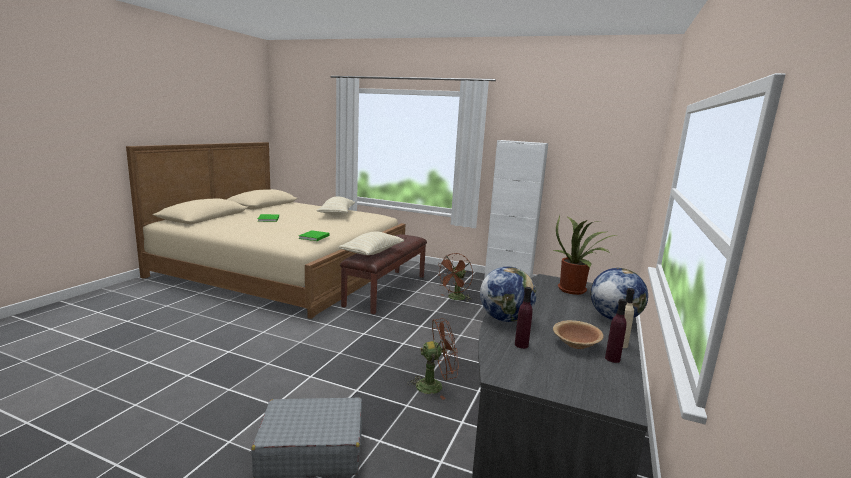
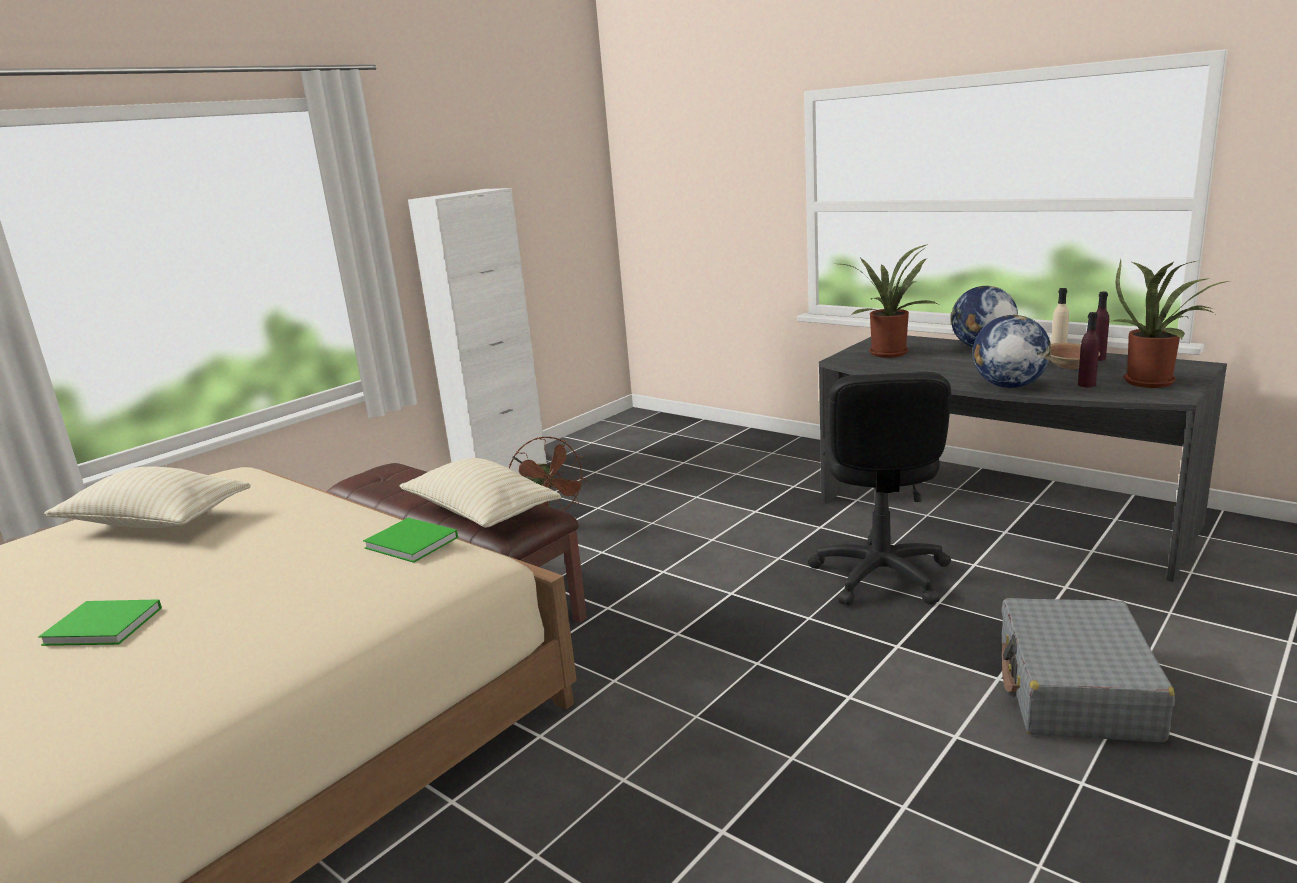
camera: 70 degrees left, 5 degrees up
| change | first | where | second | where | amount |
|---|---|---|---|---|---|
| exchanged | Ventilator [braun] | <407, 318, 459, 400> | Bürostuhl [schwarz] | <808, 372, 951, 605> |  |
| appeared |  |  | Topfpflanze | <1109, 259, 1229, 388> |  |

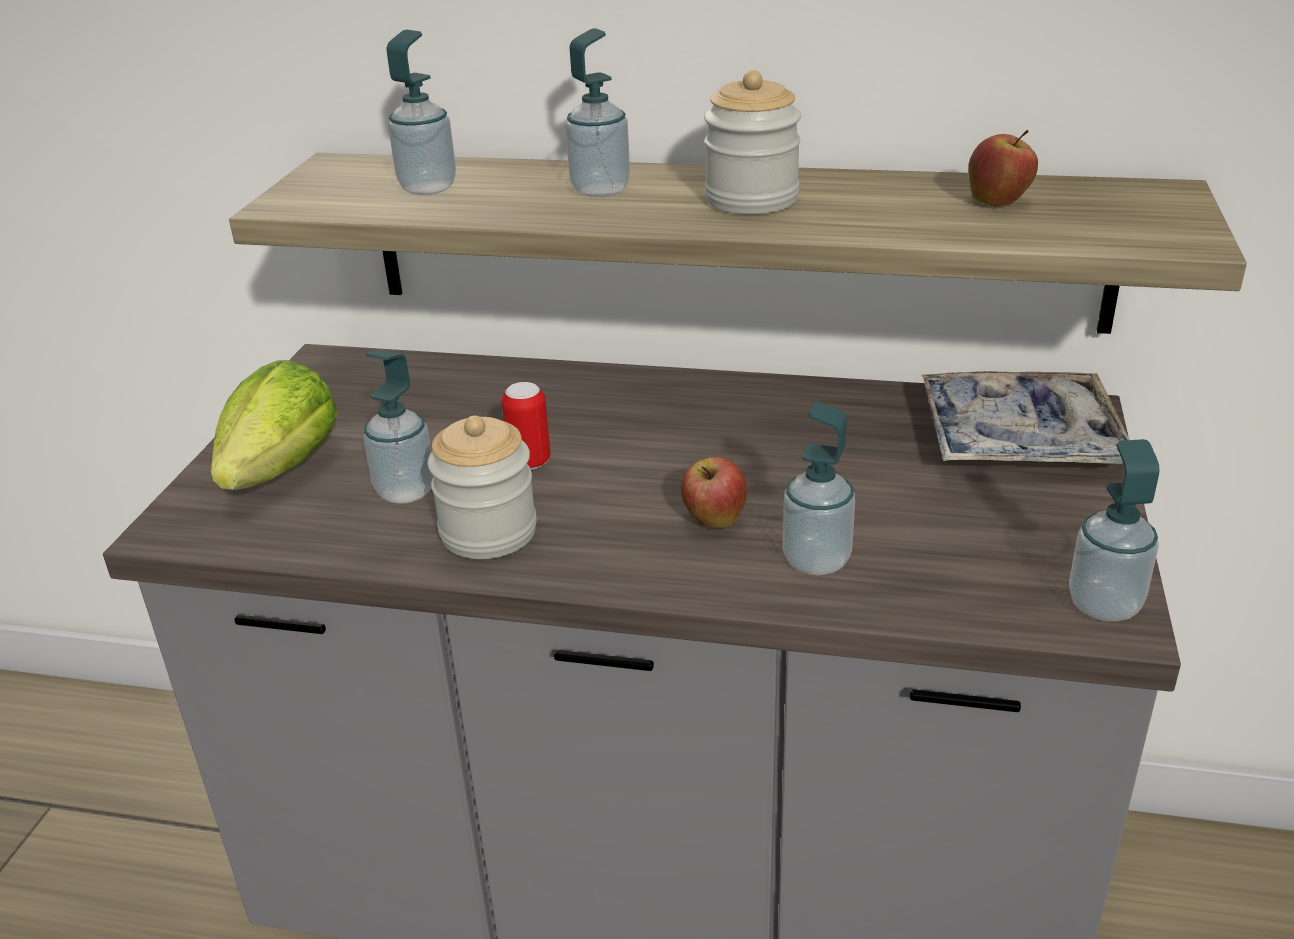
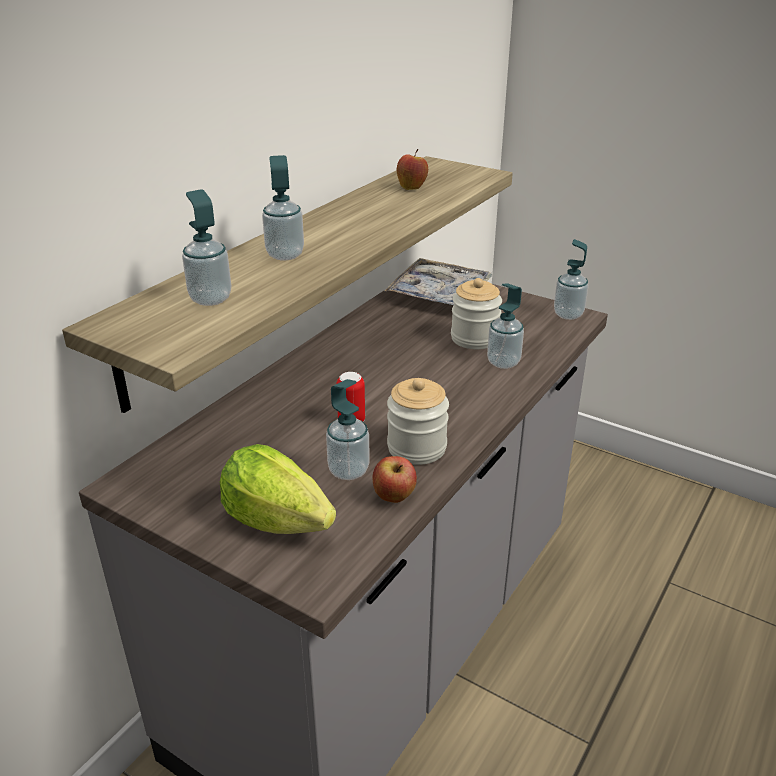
camera: 70 degrees left, 0 degrees up
| change | first | where | second | where | amount |
|---|---|---|---|---|---|
| relocated | Apfel | <681, 457, 747, 528> |  | <373, 456, 417, 503> |  |
| relocated | Vorratsglas | <704, 70, 801, 214> |  | <451, 278, 502, 349> |  |

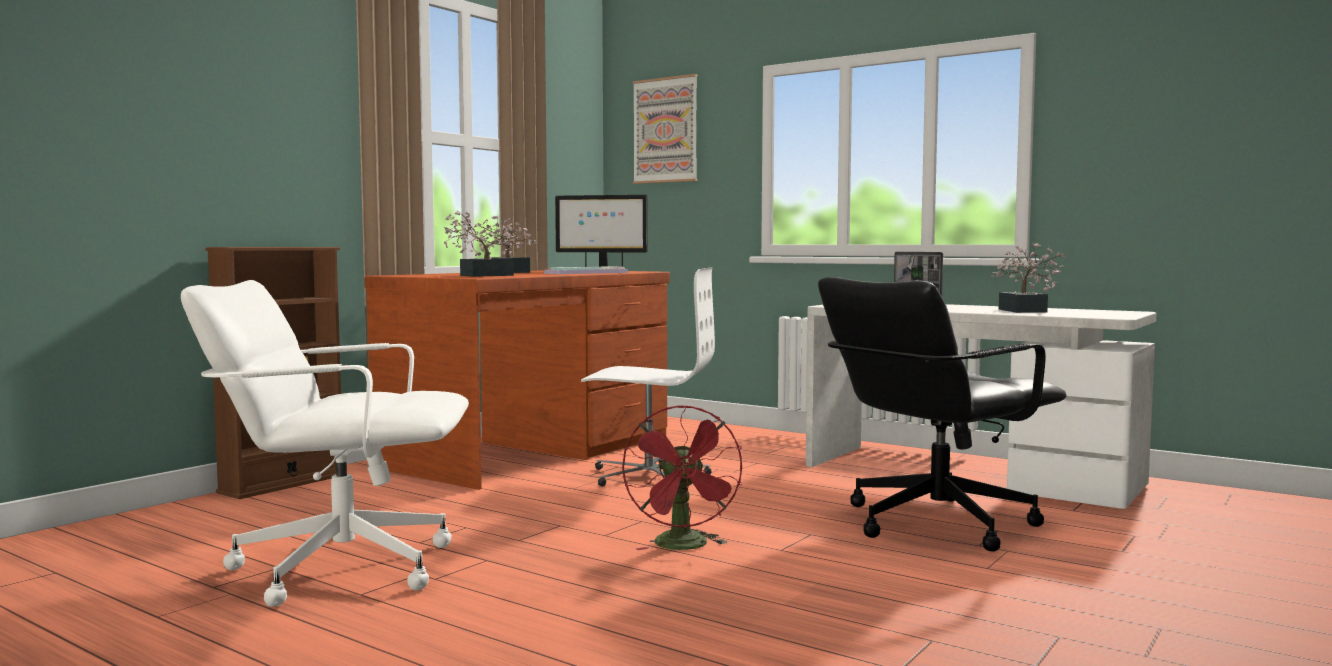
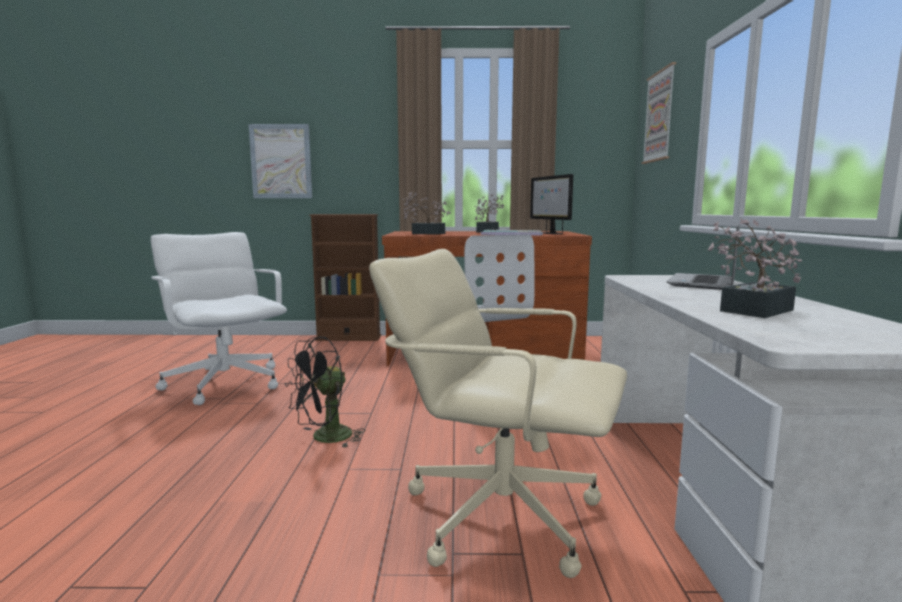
camera: 55 degrees right, 5 degrees up
| change | first | where | second | where | amount |
|---|---|---|---|---|---|
| appeared |  |  | Bild | <249, 124, 312, 198> |  |
| colour | Ventilator [rot] | <622, 405, 742, 550> | Ventilator [schwarz] | <285, 337, 365, 447> |  |
| colour | Bürostuhl [schwarz] | <818, 277, 1067, 552> | Bürostuhl [beige] | <369, 249, 627, 578> |  |

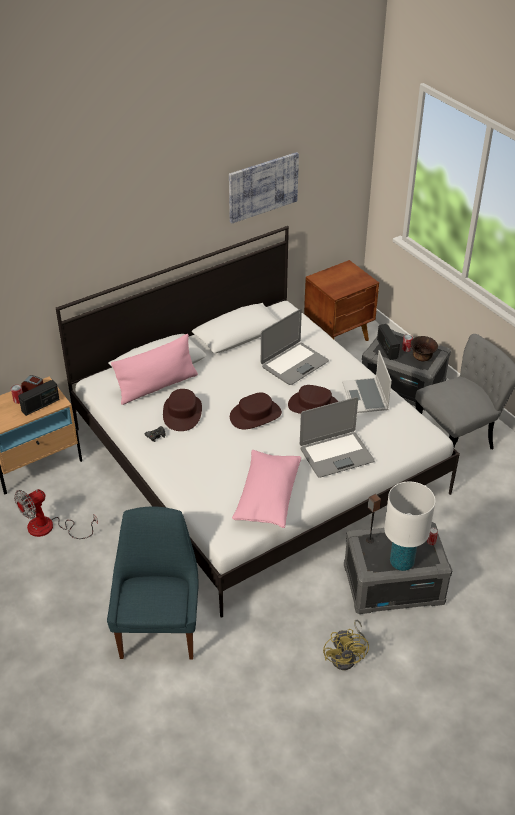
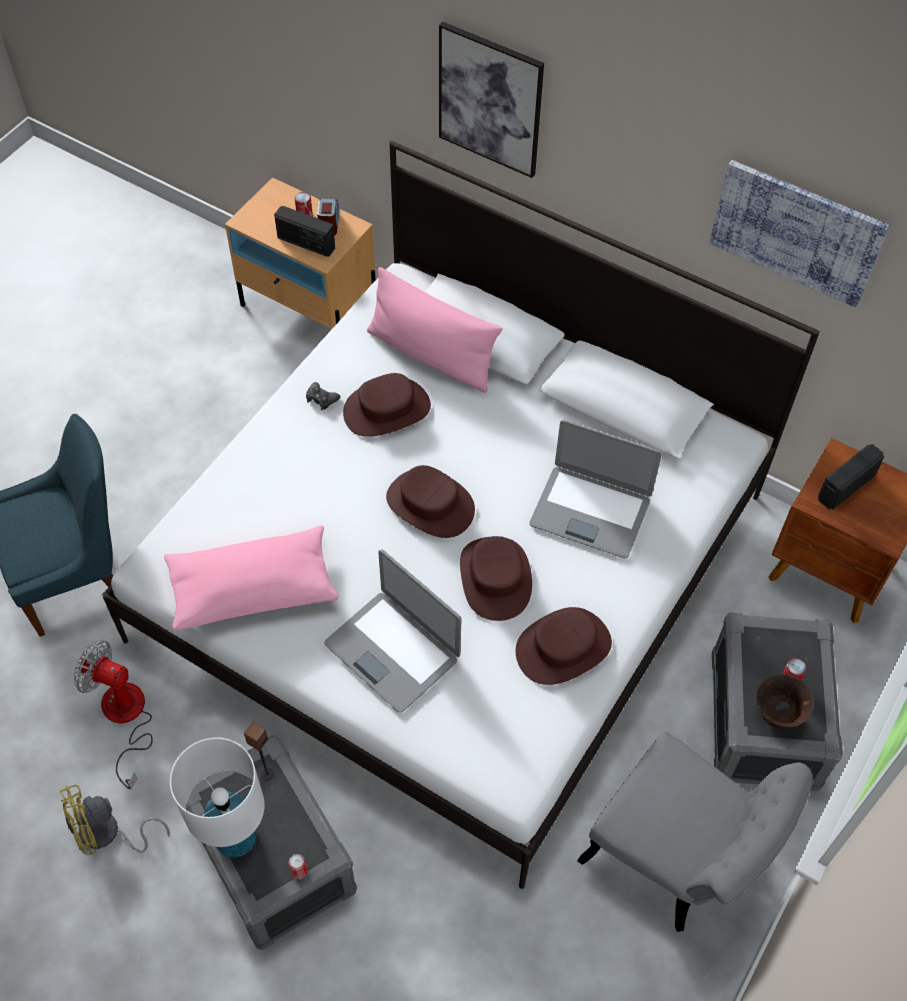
camera: 65 degrees right, 15 degrees up
| change | first | where | second | where | amount |
|---|---|---|---|---|---|
| relocated | Ventilator | <14, 489, 98, 539> |  | <74, 640, 153, 790> |  |
| appeared |  |  | Bild | <439, 21, 544, 178> |  |
| exchanged | Laptop | <342, 350, 392, 413> | Hut [braun] | <516, 607, 612, 685> |  |
| relocated | Radio | <377, 324, 400, 360> |  | <818, 444, 884, 509> |  |

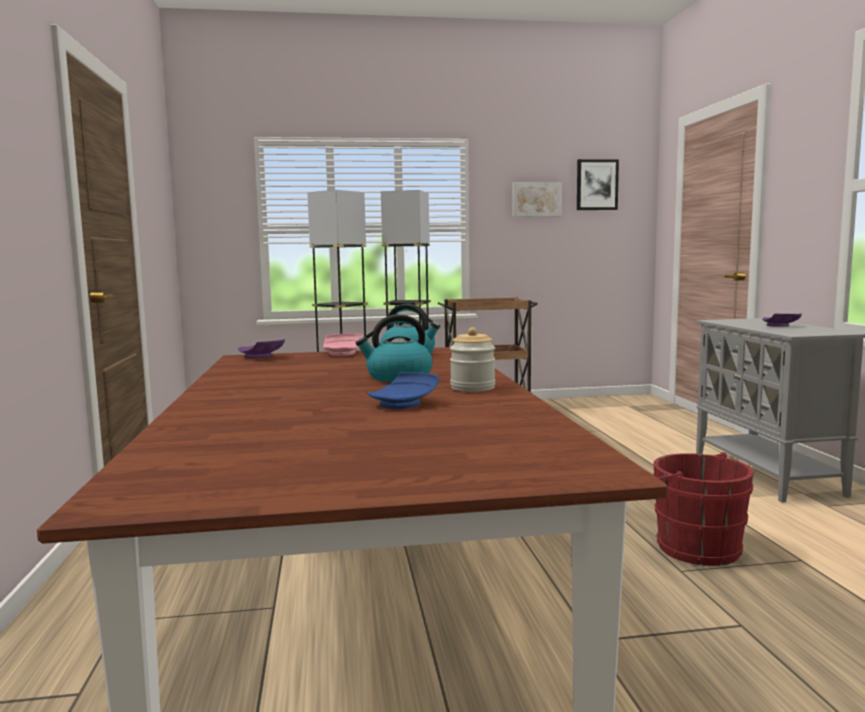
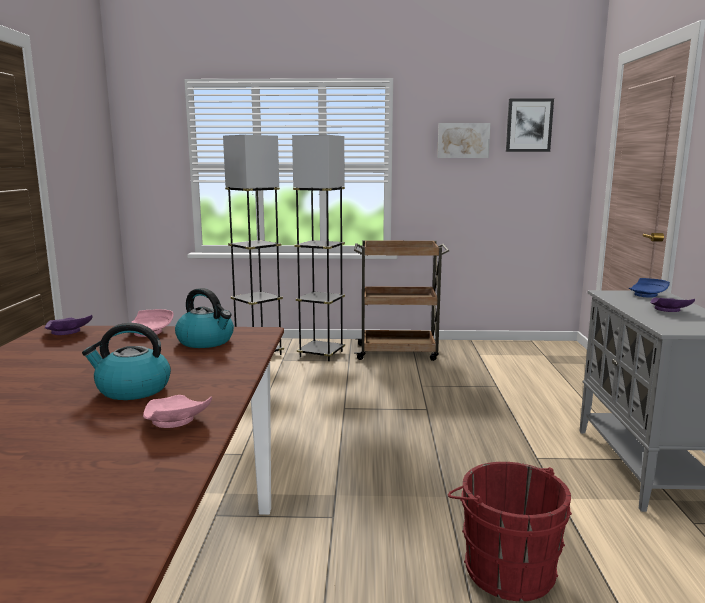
camera: 10 degrees right, 5 degrees up
| change | first | where | second | where | amount |
|---|---|---|---|---|---|
| exchanged | Vorratsglas | <450, 327, 495, 392> | Teller [rosa] | <143, 395, 212, 428> |  |
| relocated | Teller [blau] | <367, 372, 439, 409> |  | <629, 278, 670, 298> |  |

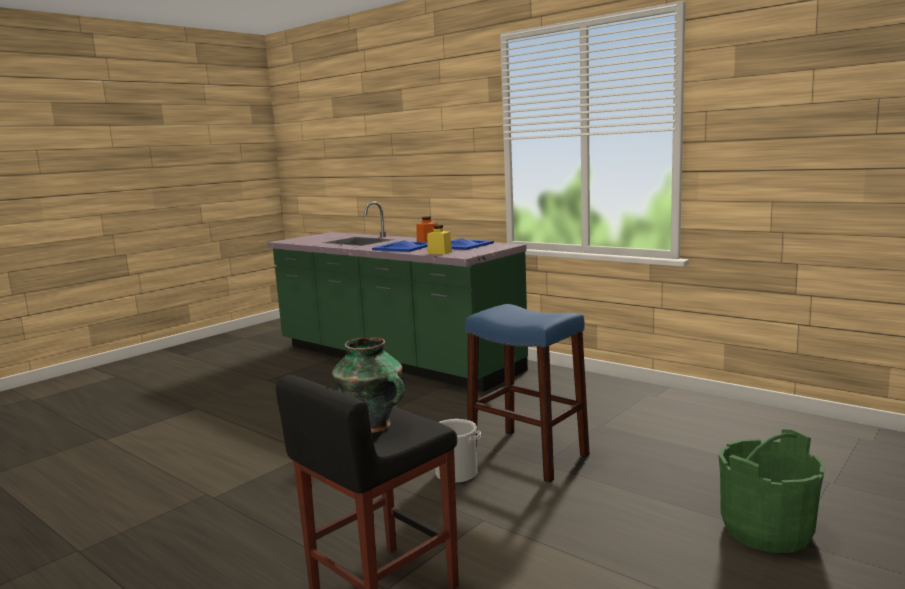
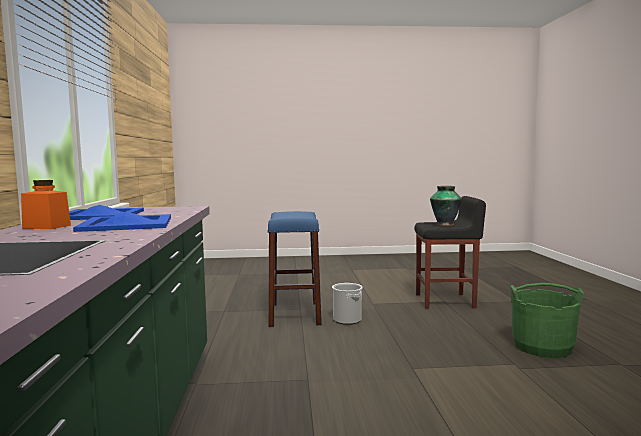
camera: 135 degrees left, 5 degrees down
| change | first | where | second | where | amount |
|---|---|---|---|---|---|
| relocated | Eimer [grün] | <719, 429, 825, 553> |  | <510, 283, 584, 358> |  |
| missing | Vorratsglas [gelb] | <427, 225, 452, 254> |  |  |  |

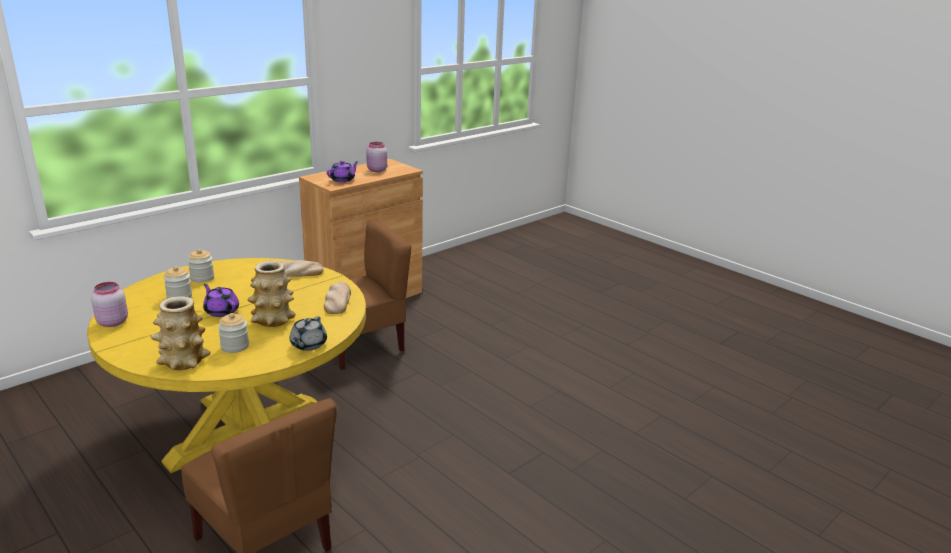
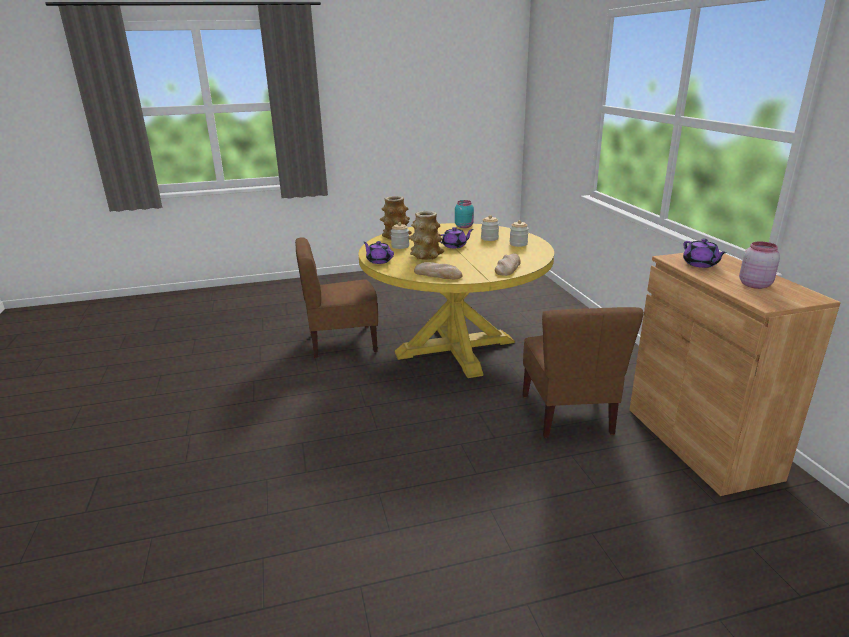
camera: 120 degrees right, 0 degrees up
| change | first | where | second | where | amount |
|---|---|---|---|---|---|
| colour | Teekanne [grau] | <290, 316, 327, 351> | Teekanne [lila] | <363, 241, 394, 264> |  |
| colour | Vorratsglas [rosa] | <91, 282, 128, 327> | Vorratsglas [türkis] | <455, 200, 474, 228> |  |

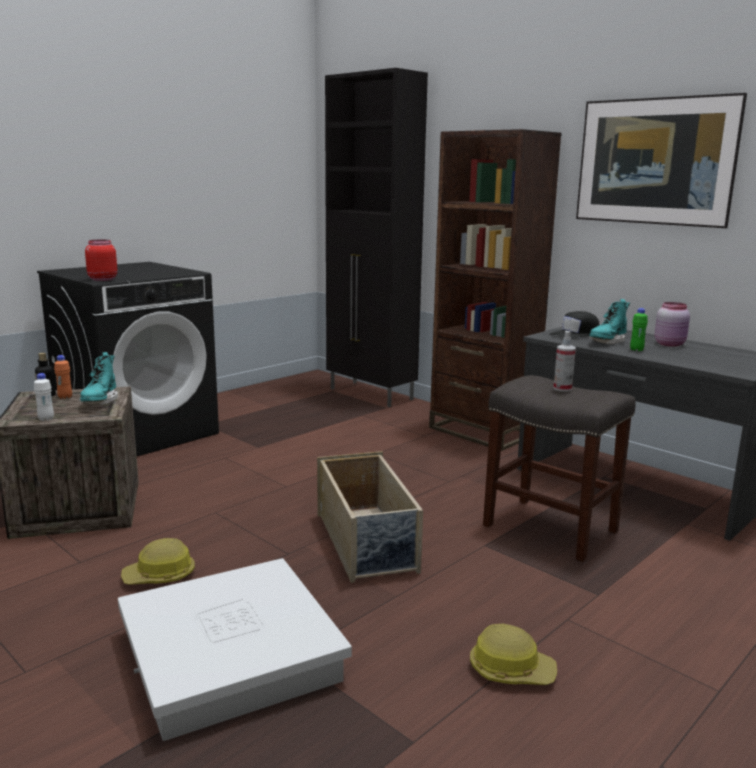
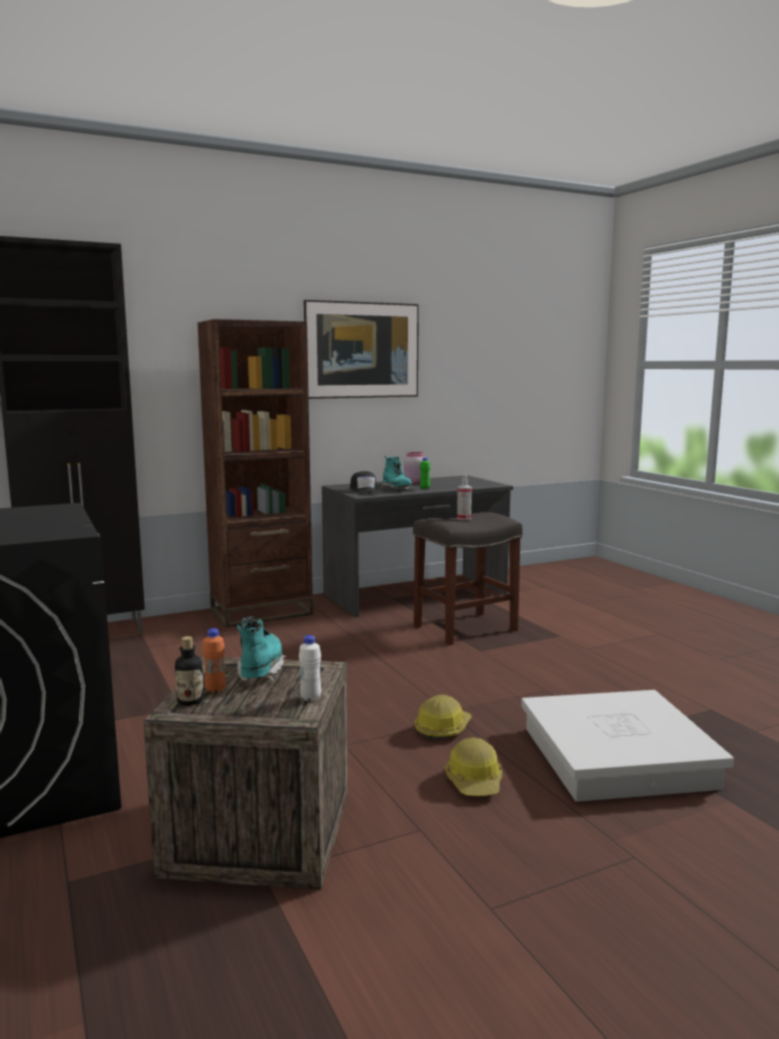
camera: 70 degrees left, 5 degrees down
| change | first | where | second | where | amount |
|---|---|---|---|---|---|
| spun | Stiefel [türkis] | <78, 352, 118, 405> |  | <237, 617, 286, 681> | 105 degrees counterclockwise |
| relocated | Schutzhelm | <470, 624, 557, 685> |  | <415, 695, 472, 740> |  |
| missing | Vorratsglas [rot] | <85, 240, 118, 281> |  |  |  |
| missing | Aufbewahrungsbox [beige] | <317, 451, 423, 583> |  |  |  |

